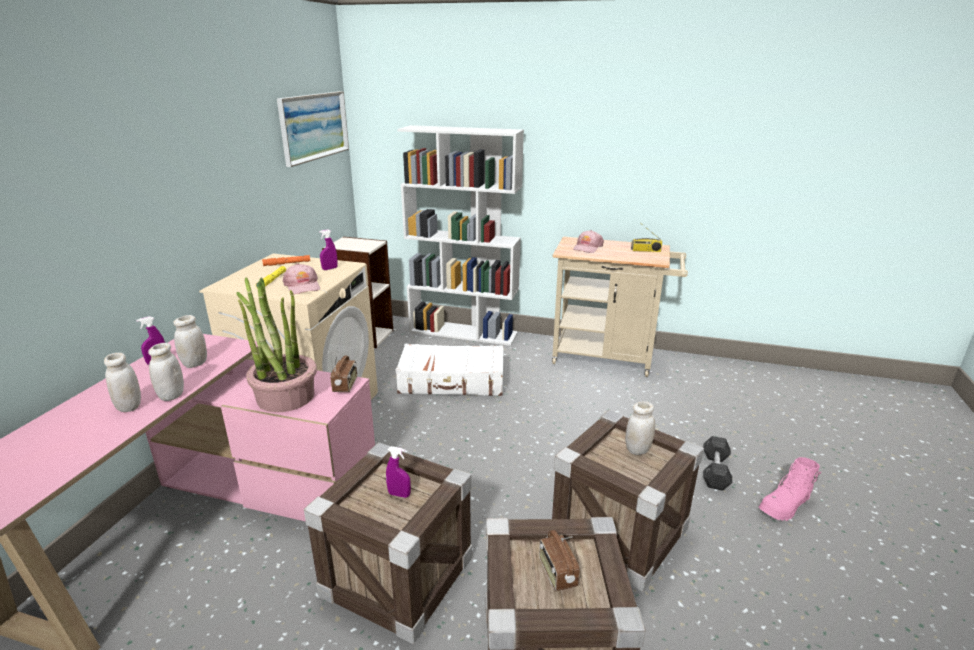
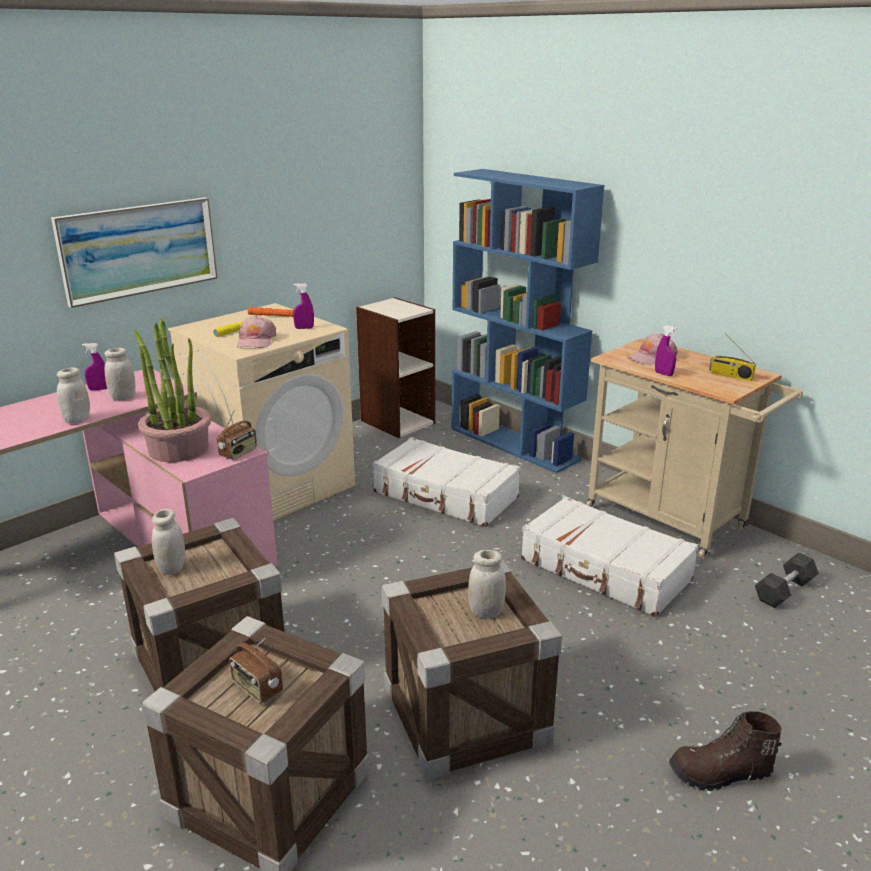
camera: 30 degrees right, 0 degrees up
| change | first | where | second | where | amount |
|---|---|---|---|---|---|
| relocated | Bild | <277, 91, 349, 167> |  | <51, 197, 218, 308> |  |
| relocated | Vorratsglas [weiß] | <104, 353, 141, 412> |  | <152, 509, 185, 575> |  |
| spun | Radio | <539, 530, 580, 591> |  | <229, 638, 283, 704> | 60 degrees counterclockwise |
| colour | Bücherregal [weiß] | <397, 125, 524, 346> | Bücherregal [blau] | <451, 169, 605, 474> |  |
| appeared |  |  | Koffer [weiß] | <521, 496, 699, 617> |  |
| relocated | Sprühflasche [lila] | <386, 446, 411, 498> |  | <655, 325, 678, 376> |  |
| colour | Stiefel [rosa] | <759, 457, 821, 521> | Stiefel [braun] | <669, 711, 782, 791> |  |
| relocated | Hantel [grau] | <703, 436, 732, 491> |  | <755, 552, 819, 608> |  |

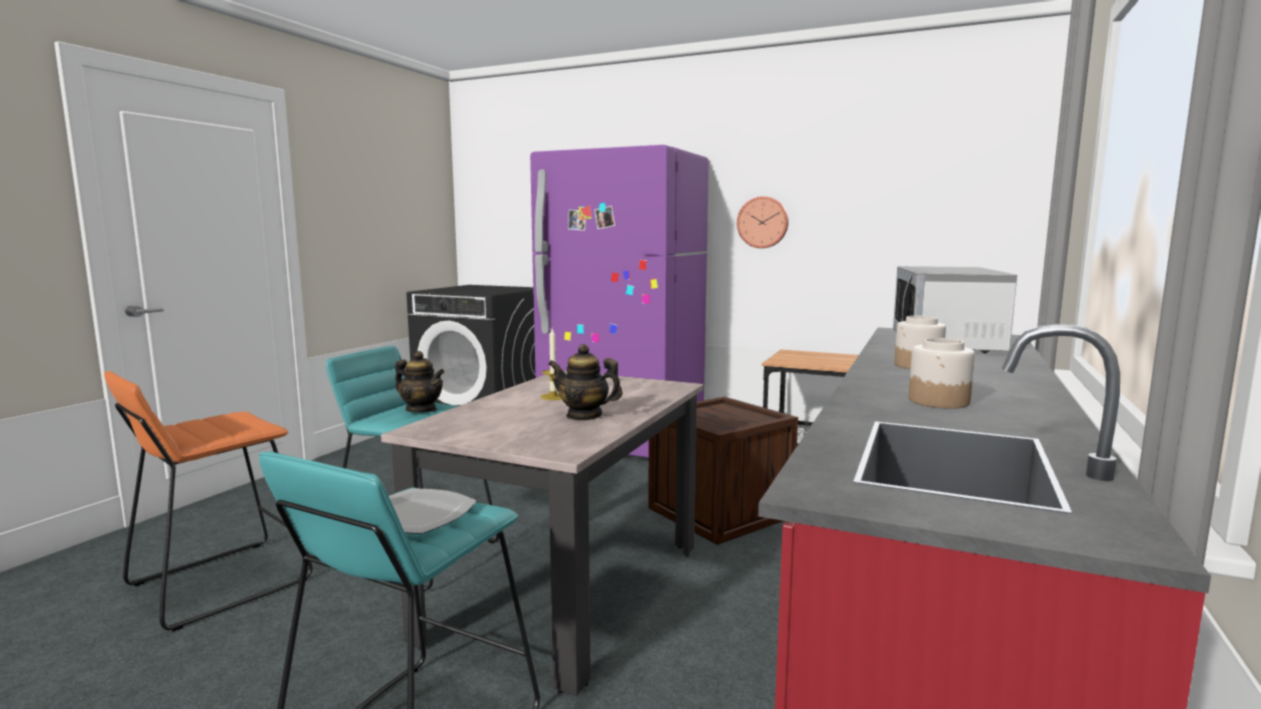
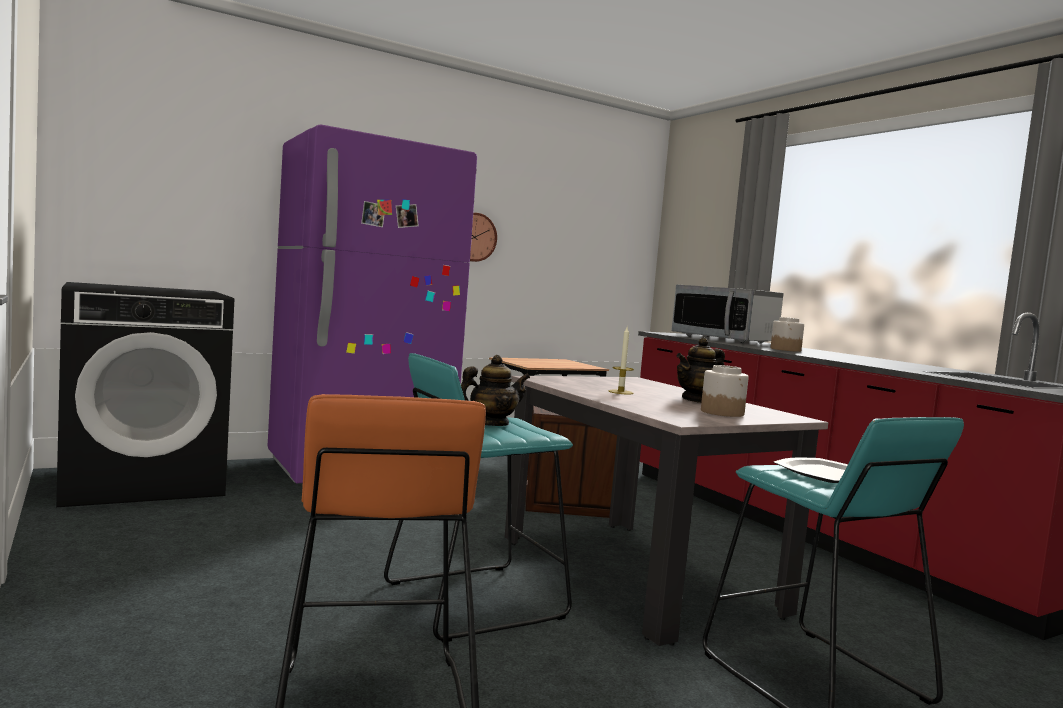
camera: 55 degrees left, 5 degrees down
| change | first | where | second | where | amount |
|---|---|---|---|---|---|
| relocated | Vorratsglas | <909, 338, 975, 409> |  | <701, 365, 749, 417> |  |

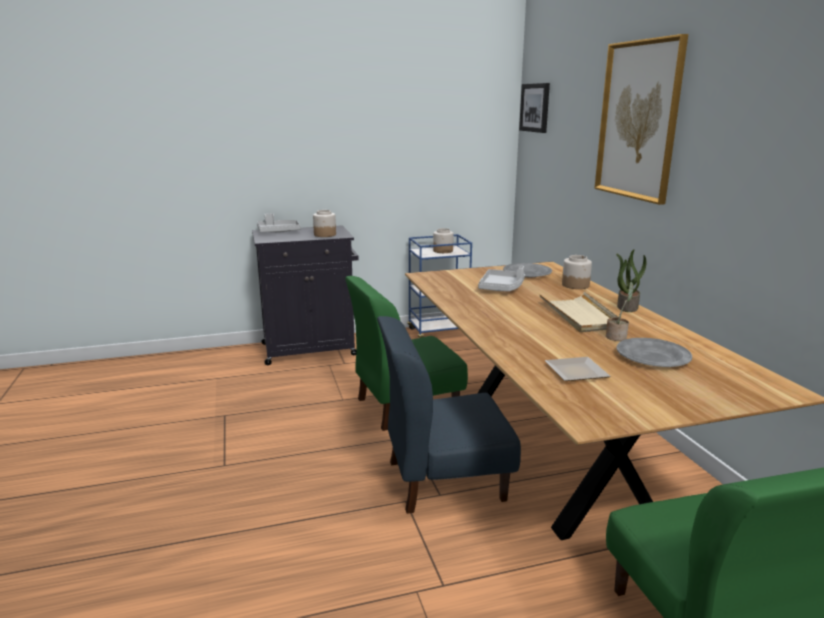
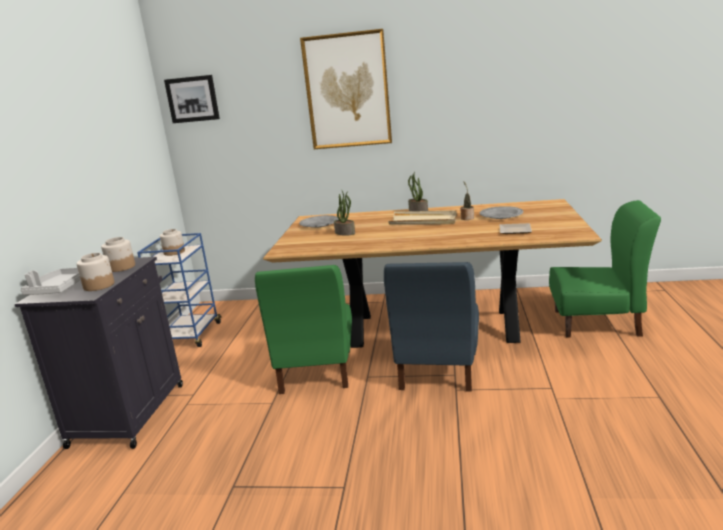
camera: 65 degrees left, 0 degrees up
| change | first | where | second | where | amount |
|---|---|---|---|---|---|
| relocated | Vorratsglas | <562, 255, 592, 289> |  | <77, 253, 114, 291> |  |
| exchanged | Tablett [grau] | <478, 266, 525, 292> | Topfpflanze | <334, 191, 355, 236> |  |

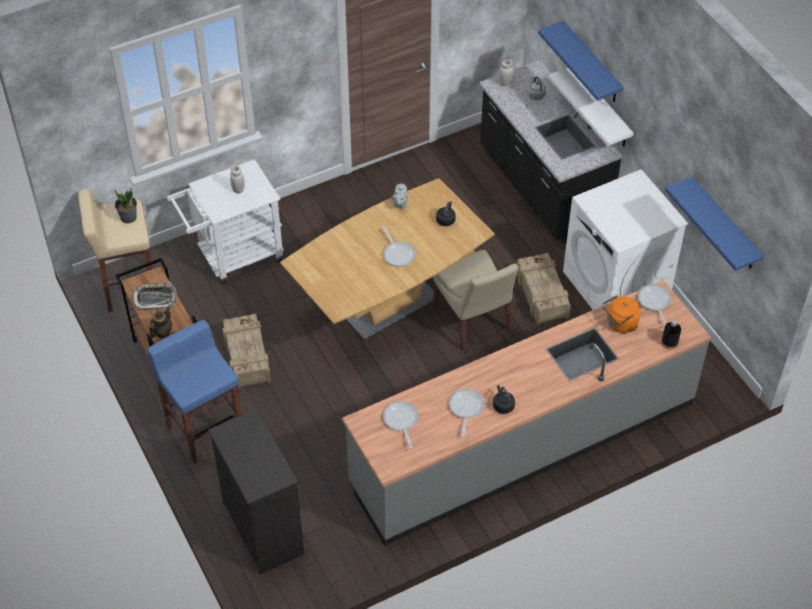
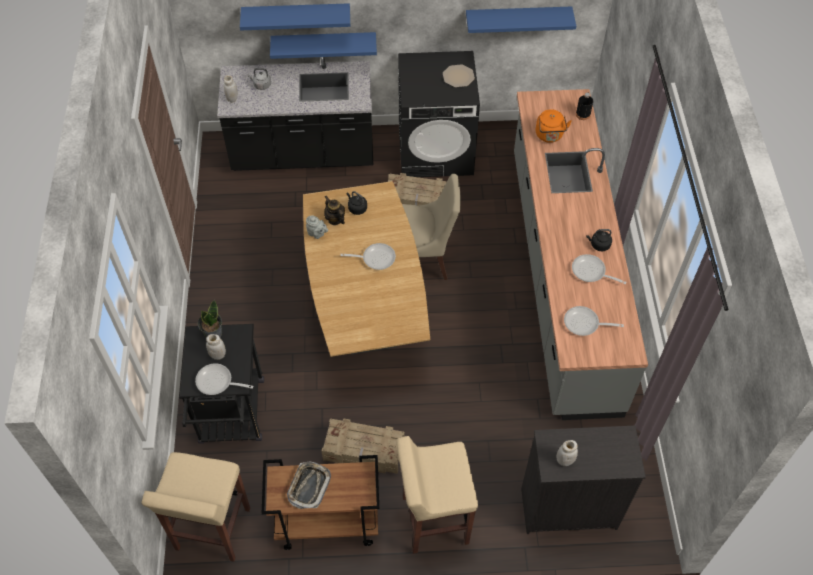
camera: 65 degrees left, 5 degrees up
| change | first | where | second | where | amount |
|---|---|---|---|---|---|
| colour | Rollwagen [weiß] | <167, 159, 284, 285> | Rollwagen [schwarz] | <179, 324, 264, 444> |  |
| relocated | Pfanne | <638, 284, 672, 326> |  | <195, 363, 253, 395> |  |
| relocated | Topfpflanze | <115, 188, 137, 224> |  | <198, 300, 222, 338> |  |
| colour | Wandregal [weiß] | <549, 68, 633, 147> | Wandregal [blau] | <270, 32, 377, 59> |  |
| relocated | Teekanne | <149, 307, 172, 338> |  | <324, 196, 345, 225> |  |
| colour | Hocker [blau] | <147, 320, 241, 464> | Hocker [beige] | <396, 436, 478, 554> |  |
| colour | Waschmaschine [weiß] | <563, 169, 688, 310> | Waschmaschine [schwarz] | <398, 51, 480, 177> |  |
| appeared |  |  | Teller | <443, 64, 475, 87> |  |
| appeared |  |  | Vorratsglas [weiß] | <557, 440, 578, 466> |  |

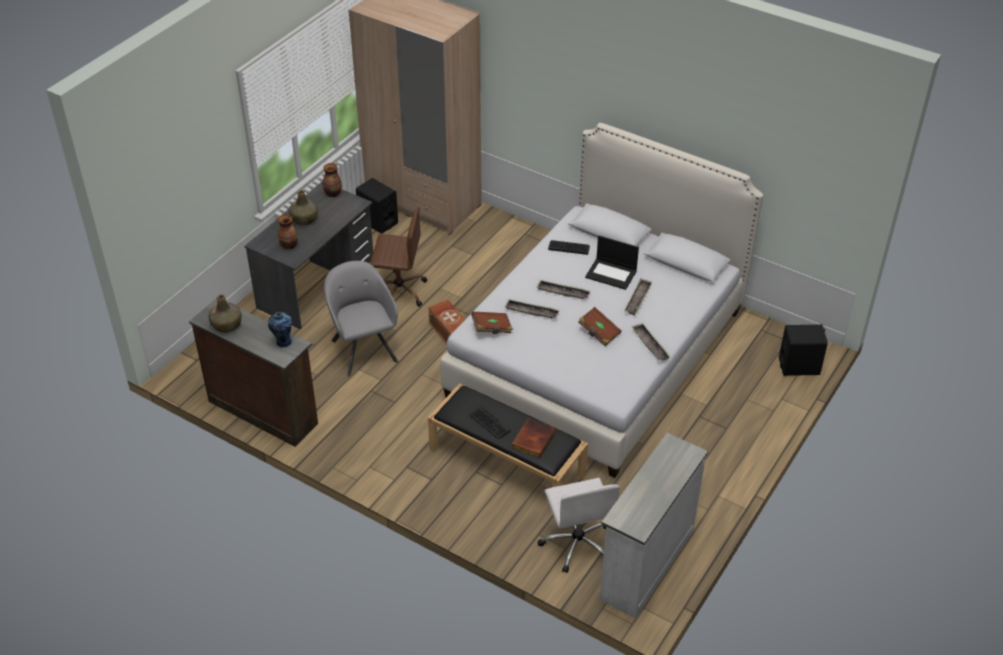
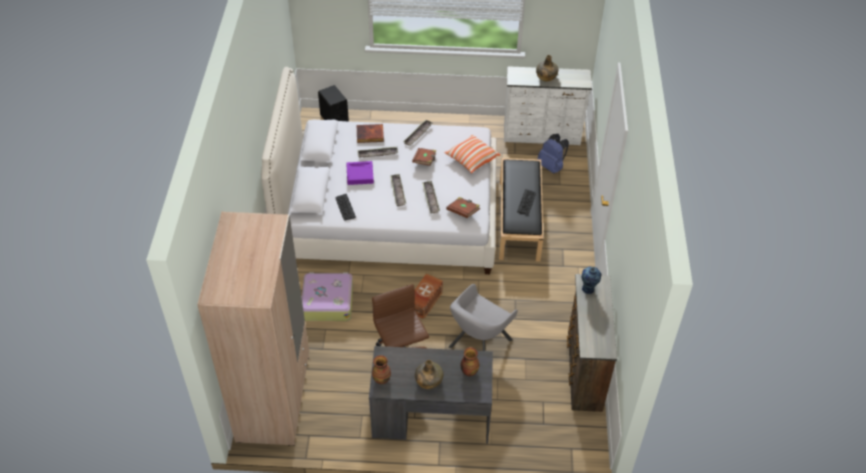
camera: 120 degrees left, 5 degrees up
| change | first | where | second | where | amount |
|---|---|---|---|---|---|
| appeared |  |  | Koffer | <302, 272, 353, 321> |  |
| exchanged | Laptop | <585, 236, 639, 290> | Tablett [lila] | <346, 161, 374, 185> |  |
| relocated | Buch | <512, 418, 556, 458> |  | <357, 124, 384, 143> |  |
| appeared |  |  | Kissen | <444, 135, 500, 173> |  |
| relocated | Flasche [grün] | <208, 294, 242, 333> |  | <536, 55, 558, 81> |  |
| exchanged | Bürostuhl [weiß] | <538, 478, 620, 573> | Rucksack [blau] | <538, 134, 569, 173> |  |
| missing | Lautsprecher [schwarz] | <356, 178, 398, 234> |  |  |  |

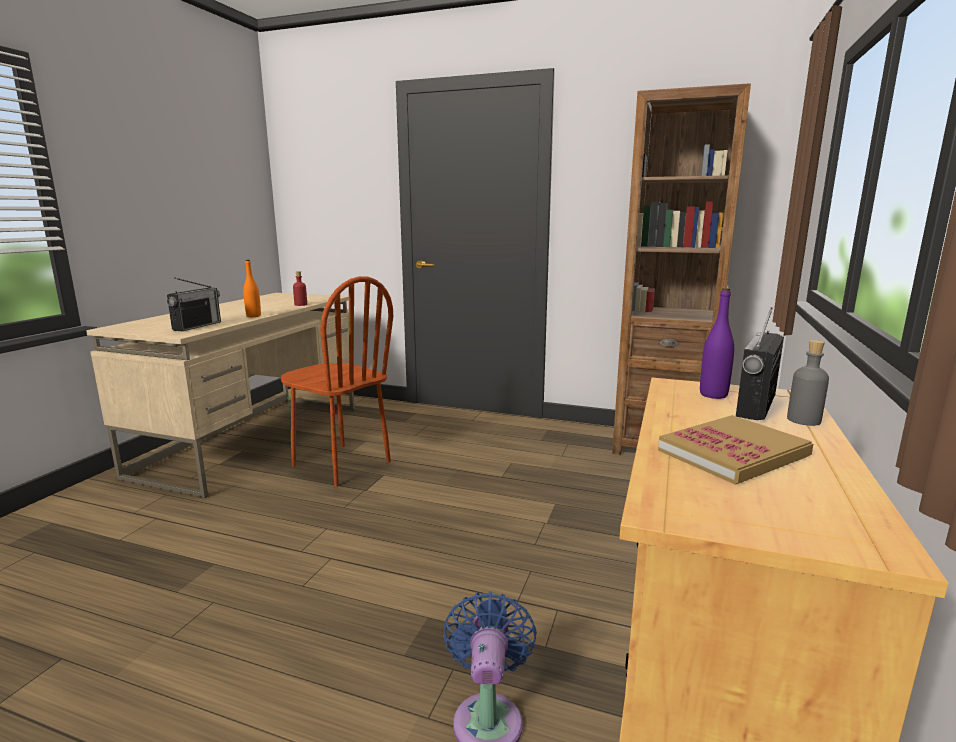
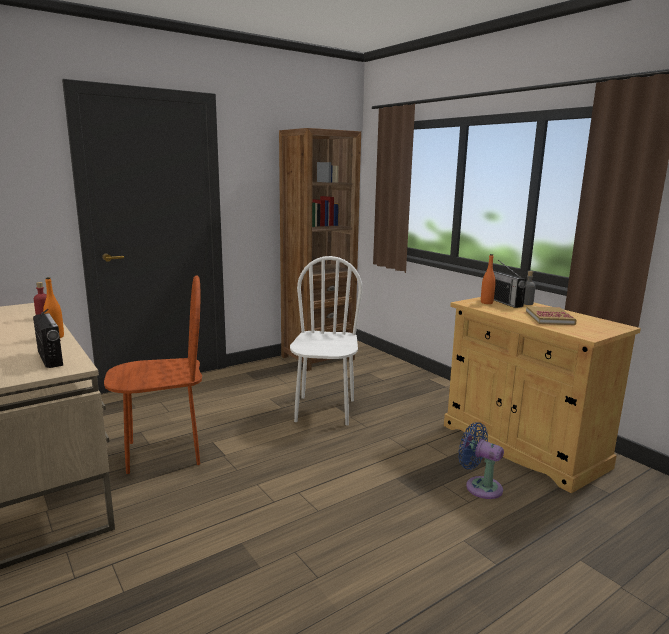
camera: 55 degrees left, 0 degrees up
| change | first | where | second | where | amount |
|---|---|---|---|---|---|
| appeared |  |  | Stuhl [weiß] | <290, 256, 363, 425> |  |
| colour | Flasche [lila] | <700, 288, 734, 399> | Flasche [orange] | <481, 254, 496, 304> |  |

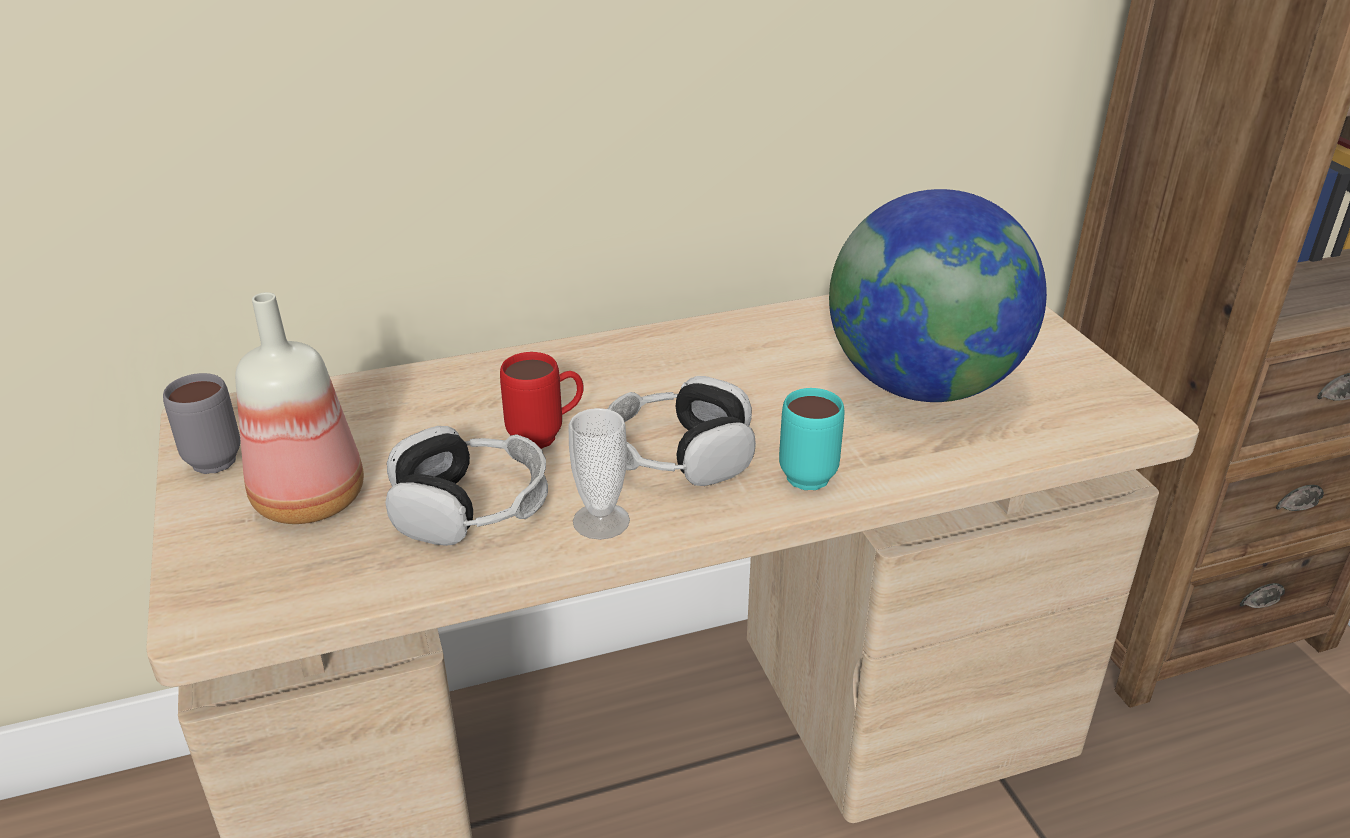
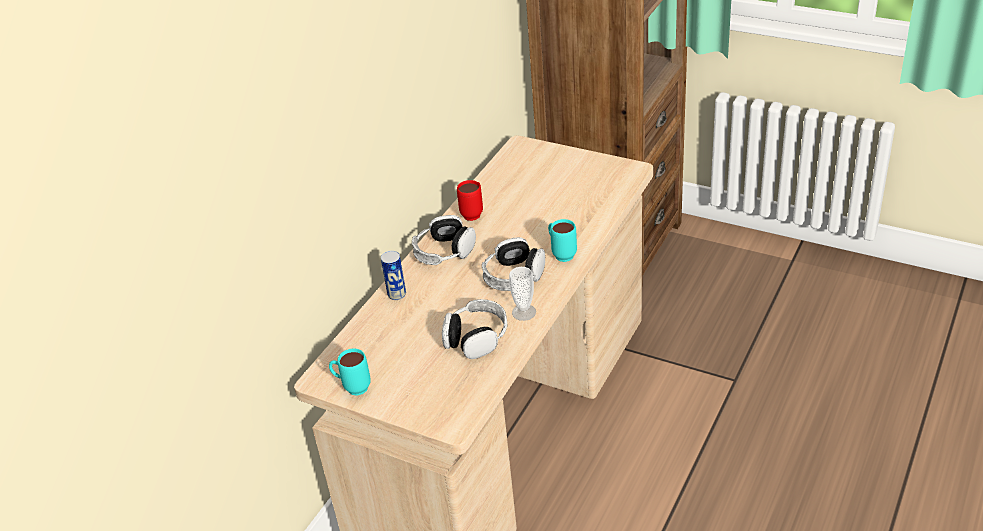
camera: 40 degrees left, 5 degrees up
| change | first | where | second | where | amount |
|---|---|---|---|---|---|
| colour | Henkelbecher [grau] | <163, 373, 241, 474> | Henkelbecher [türkis] | <329, 349, 371, 396> |  |
| appeared |  |  | Dose | <381, 251, 406, 300> |  |
| appeared |  |  | Kopfhörer | <412, 215, 476, 265> |  |
| relocated | Henkelbecher [rot] | <500, 352, 584, 449> |  | <457, 180, 483, 221> |  |
| missing | Flasche | <235, 292, 364, 524> |  |  |  |
| missing | Globus | <829, 189, 1047, 402> |  |  |  |

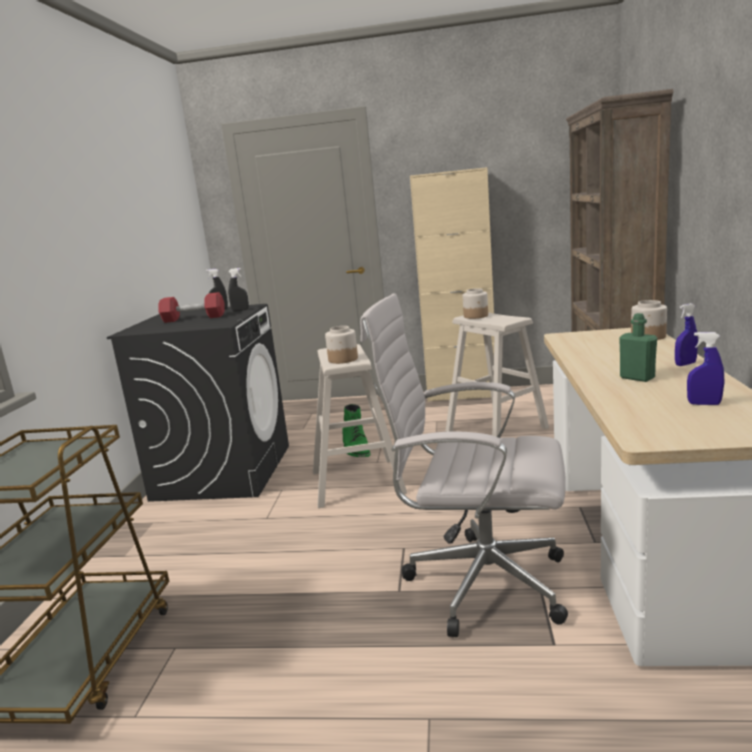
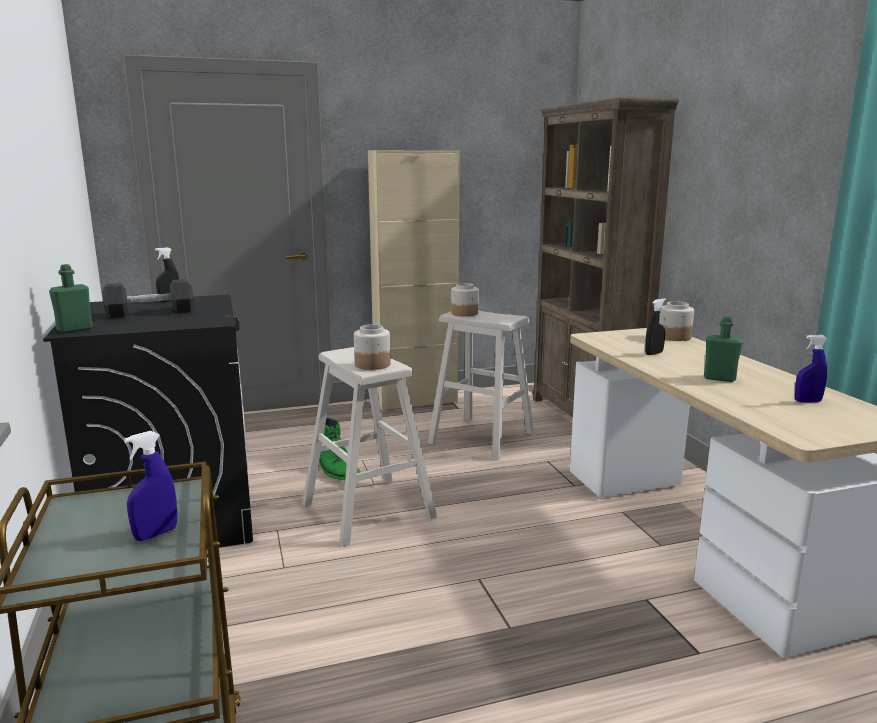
camera: 25 degrees left, 0 degrees up
| change | first | where | second | where | amount |
|---|---|---|---|---|---|
| appeared |  |  | Flasche [grün] | <49, 264, 93, 333> |  |
| colour | Hantel [rot] | <159, 292, 225, 323> | Hantel [schwarz] | <102, 279, 194, 318> |  |
| relocated | Sprühflasche [blau] | <675, 303, 698, 366> |  | <124, 431, 178, 541> |  |
| relocated | Sprühflasche [schwarz] | <228, 268, 249, 311> |  | <645, 298, 666, 355> |  |
| missing | Bürostuhl [weiß] | <360, 294, 568, 637> |  |  |  |

